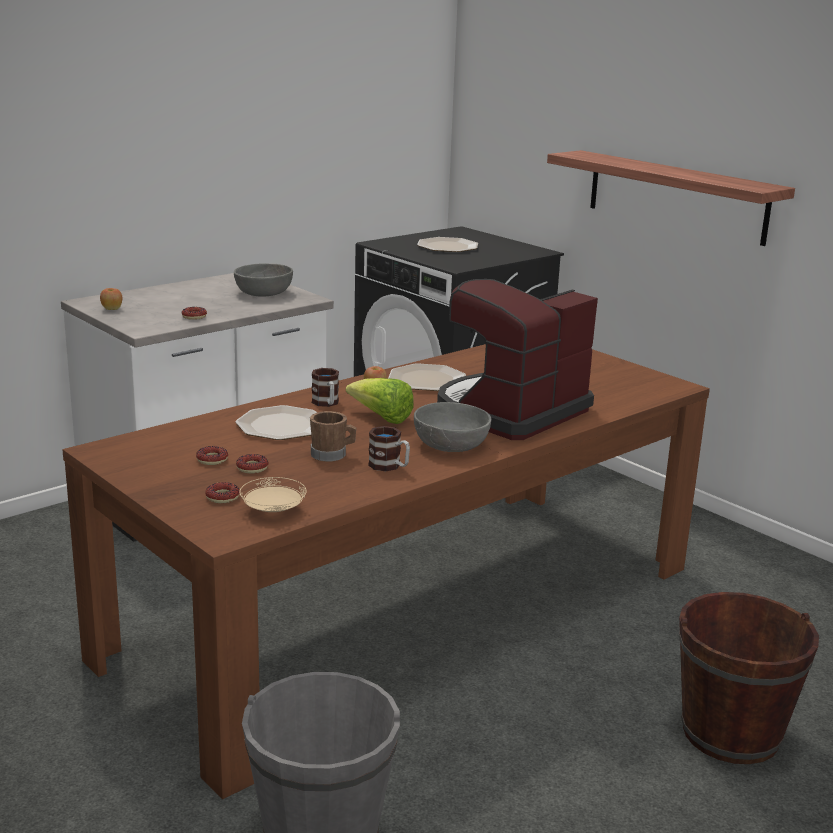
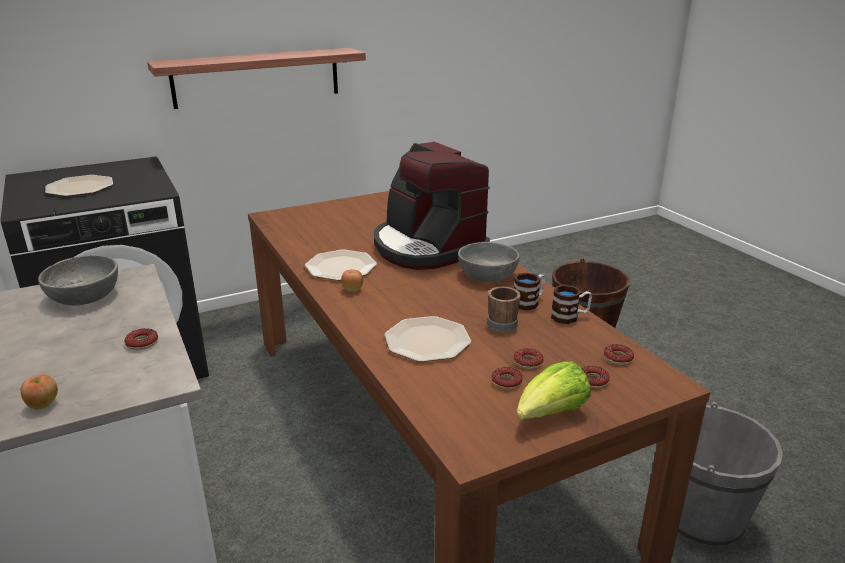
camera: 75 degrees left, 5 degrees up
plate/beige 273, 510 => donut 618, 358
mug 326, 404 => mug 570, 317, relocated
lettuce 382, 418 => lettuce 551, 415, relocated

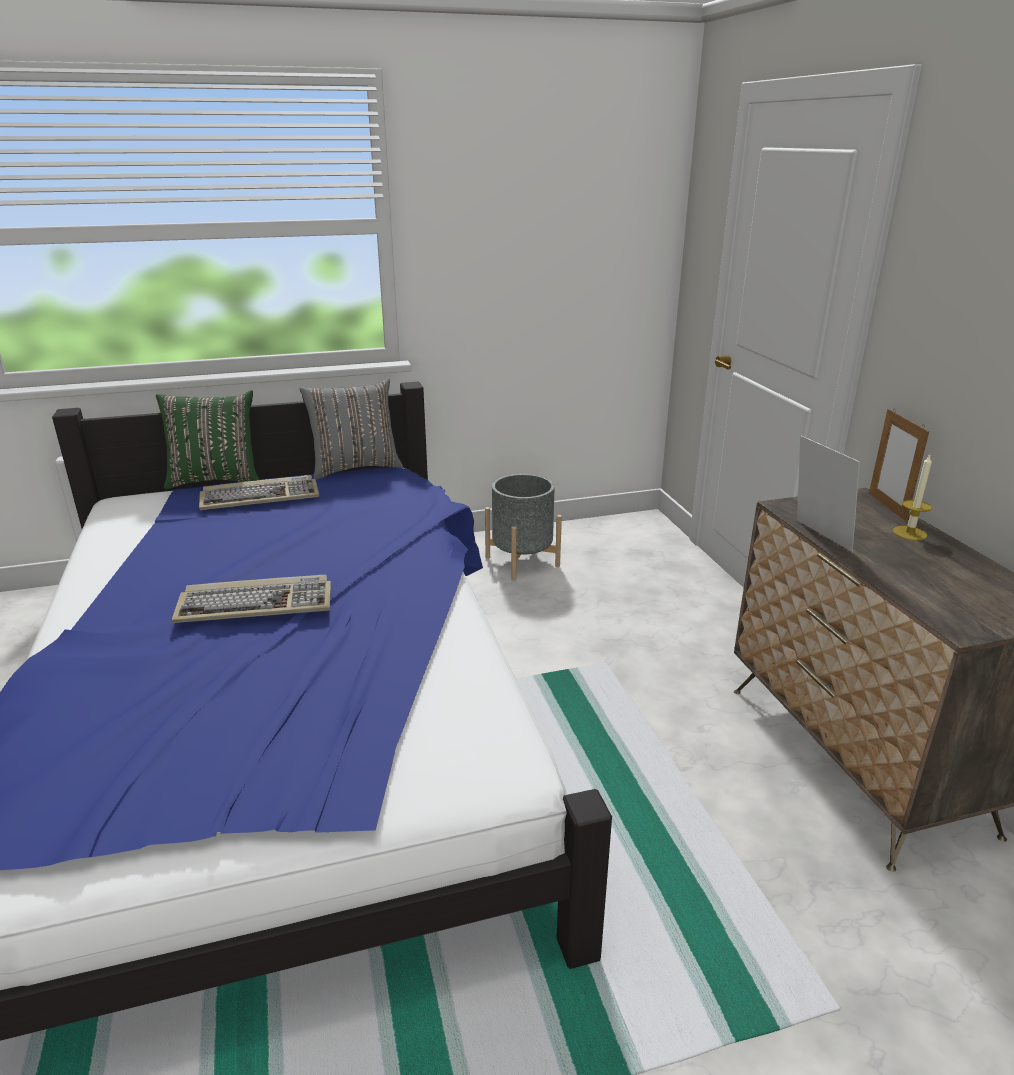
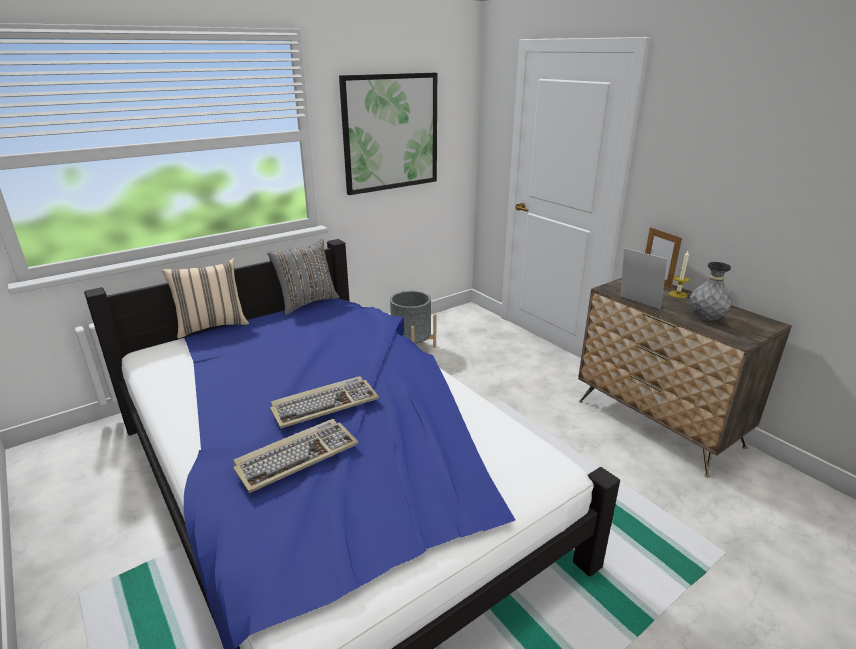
camera: 20 degrees left, 0 degrees up
pillow/green 216, 480 => pillow/beige 212, 326
keyboard 261, 497 => keyboard 297, 456, relocated
nothing => picture 390, 132
nothing => vase/grey 705, 319

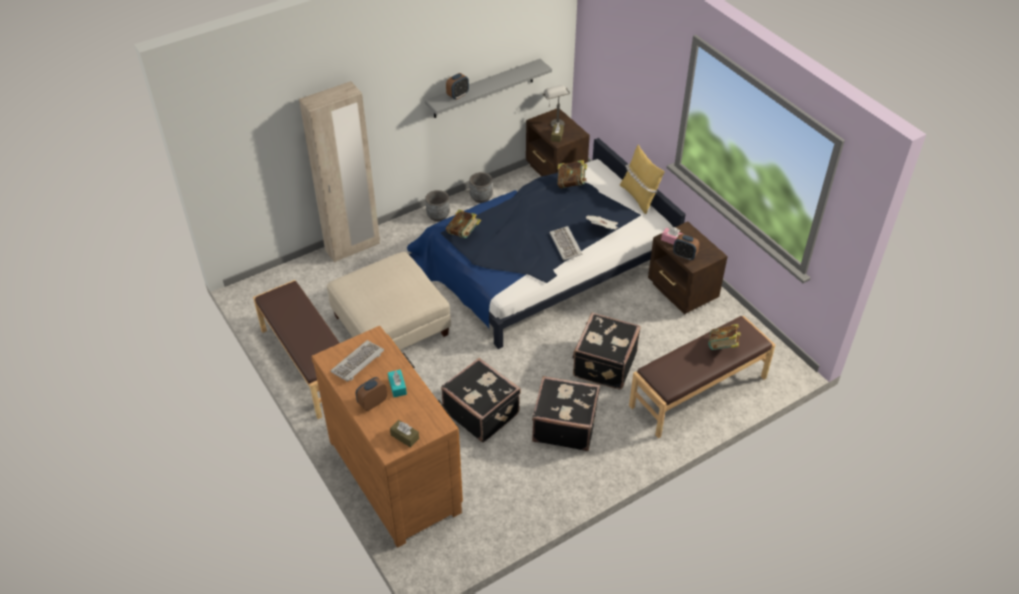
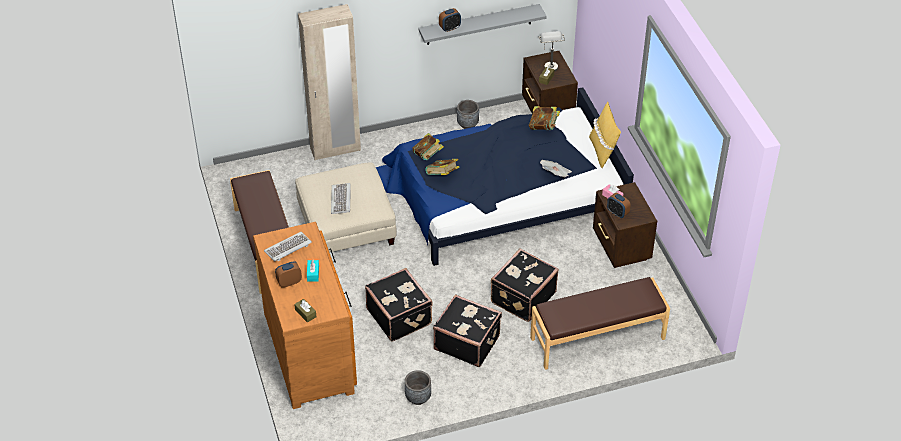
camera: 15 degrees right, 0 degrees up
planter/grey 438, 216 => planter/grey 418, 397, relocated
keyboard 566, 244 => keyboard 341, 200, relocated
book 722, 347 => book 442, 176, relocated

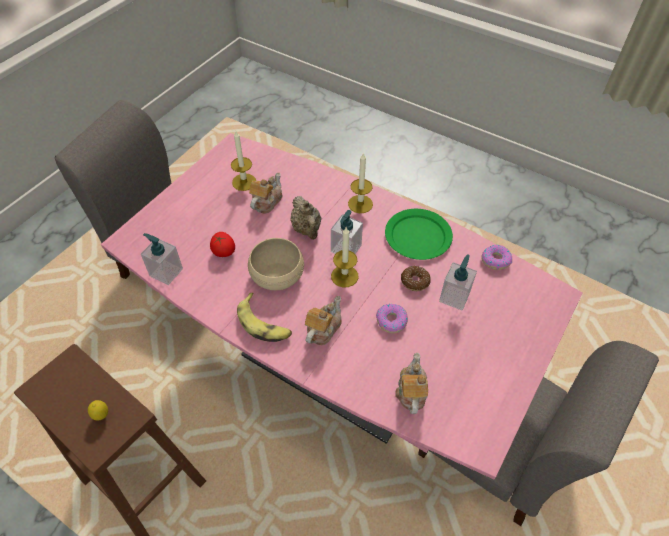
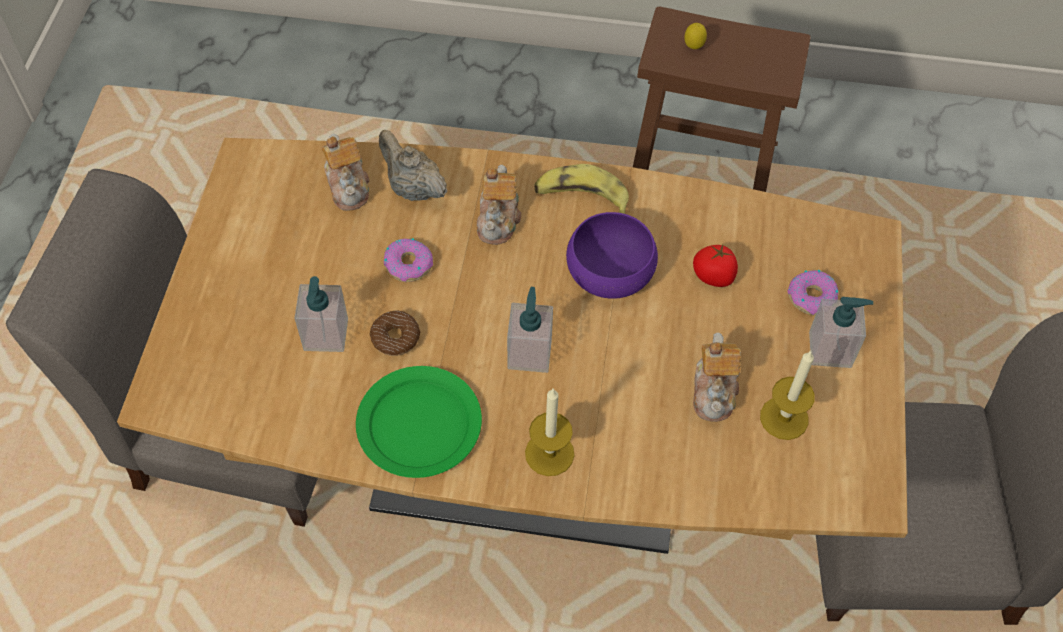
camera: 155 degrees right, 5 degrees up
dining table/pink 333, 365 => dining table/brown 528, 466
soap dispenser 166, 272 => soap dispenser 830, 349, relocated
bowl/beige 277, 274 => bowl/purple 609, 271
teapot/beige 307, 230 => teapot/beige 413, 188, relocated
candle 344, 276 => nothing
donut 495, 260 => donut 812, 297, relocated

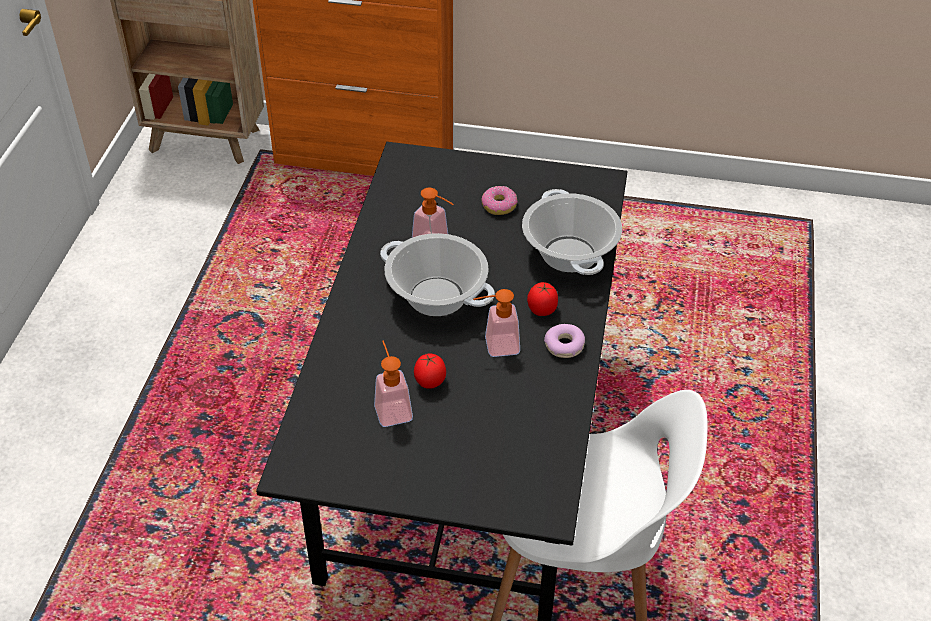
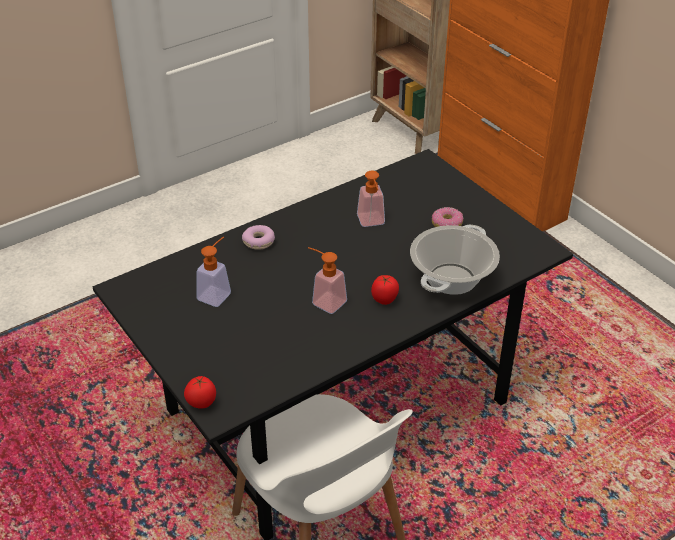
camera: 45 degrees right, 5 degrees down
cooking pot 437, 296 => nothing
tomato 429, 382 => tomato 201, 403, relocated
donut 564, 346 => donut 259, 242, relocated

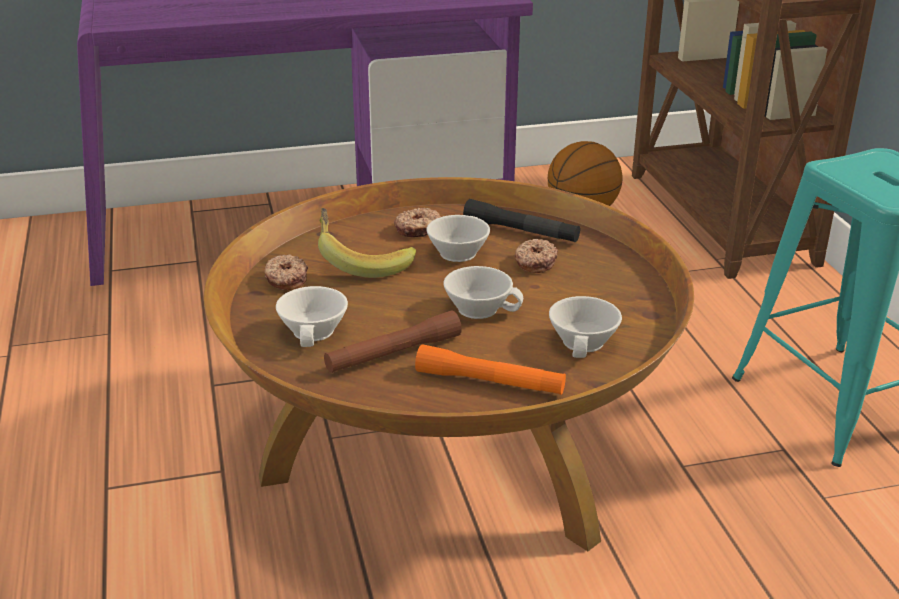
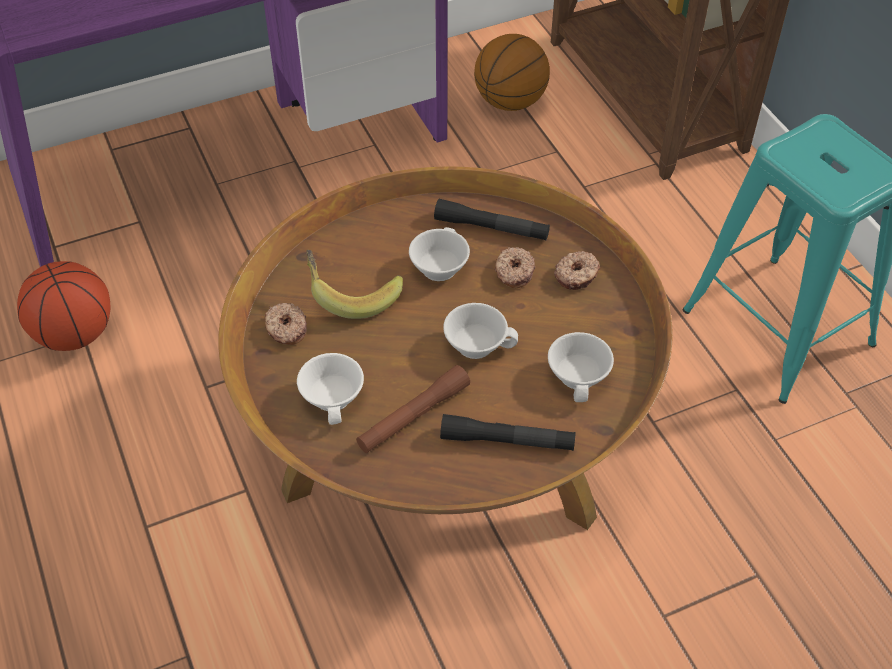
camera: 10 degrees left, 20 degrees up
donut 418, 229 => donut 577, 276, relocated
flashlight/orange 489, 382 => flashlight/black 507, 441
nothing => basketball 75, 335

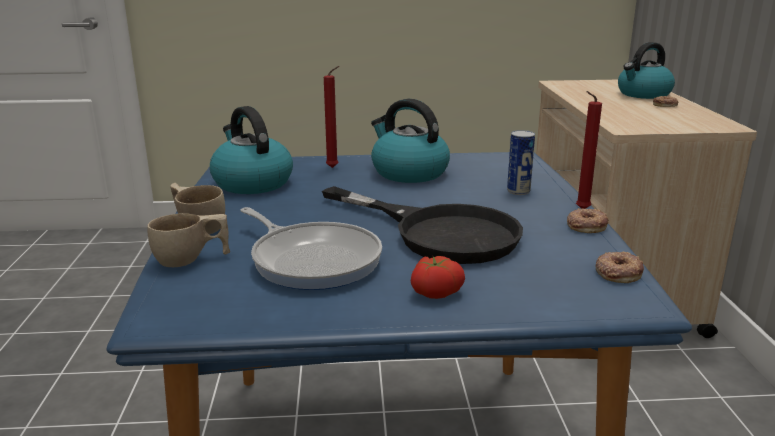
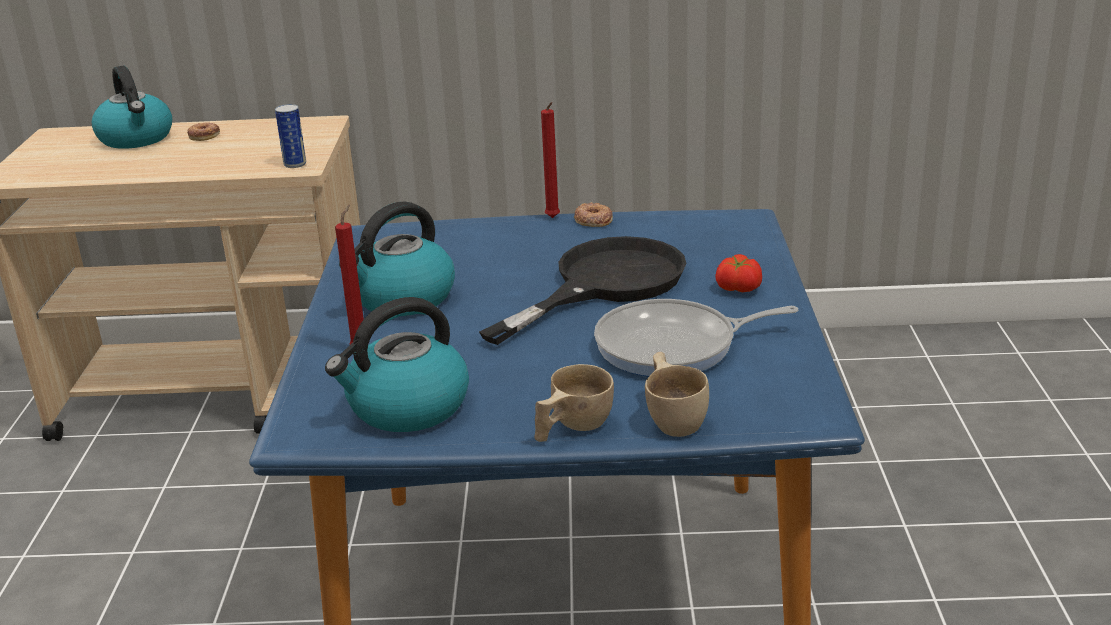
camera: 85 degrees left, 5 degrees up
frying pan 313, 260 => frying pan 673, 346, 150 degrees counterclockwise
can 518, 191 => can 295, 164, relocated
donut 618, 272 => nothing

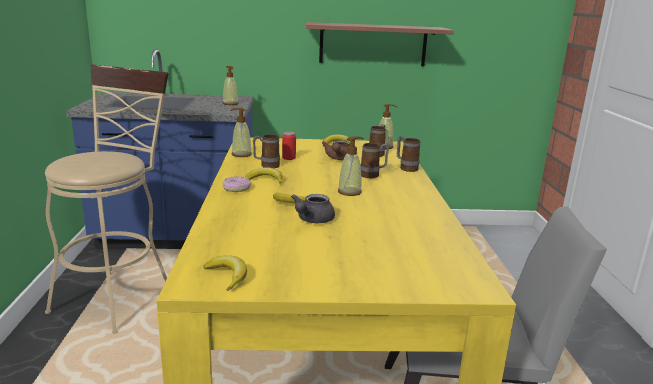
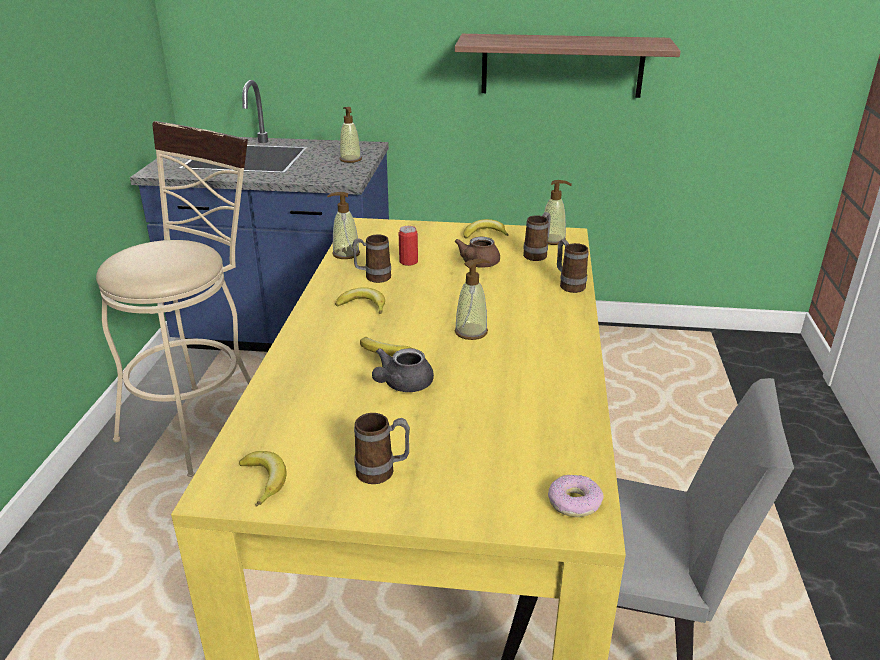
camera: 10 degrees right, 10 degrees up
donut 236, 188 => donut 574, 502, relocated
mug 373, 175 => mug 383, 472, relocated

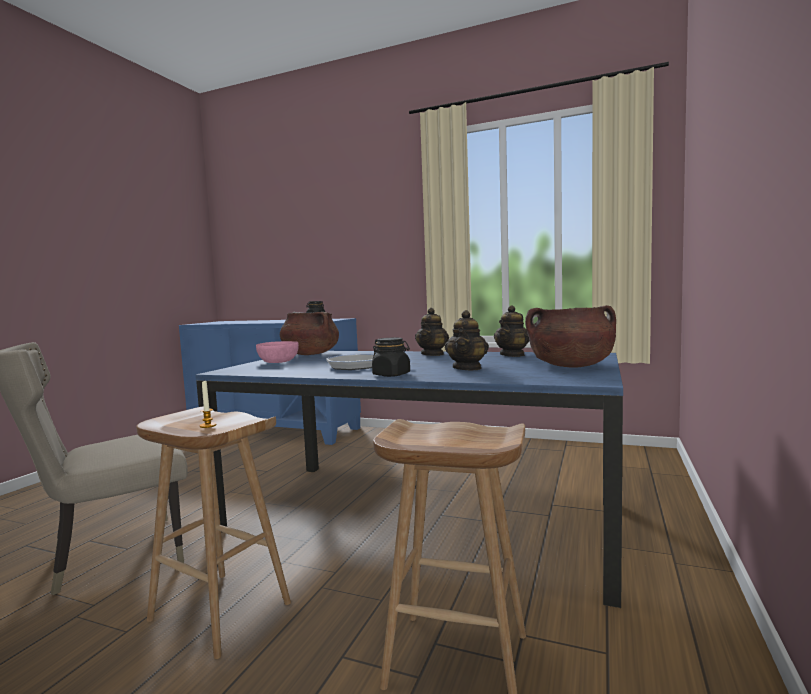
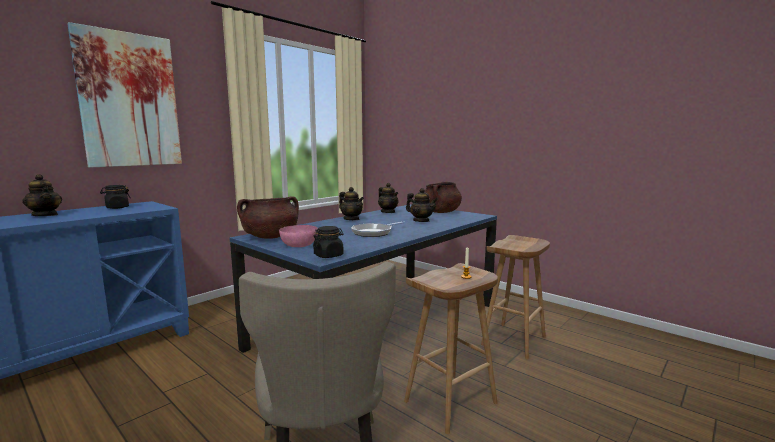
camera: 70 degrees left, 5 degrees up
jar/black 391, 375 => jar/black 328, 255, relocated
nothing => teapot 45, 215
nothing => picture 129, 100

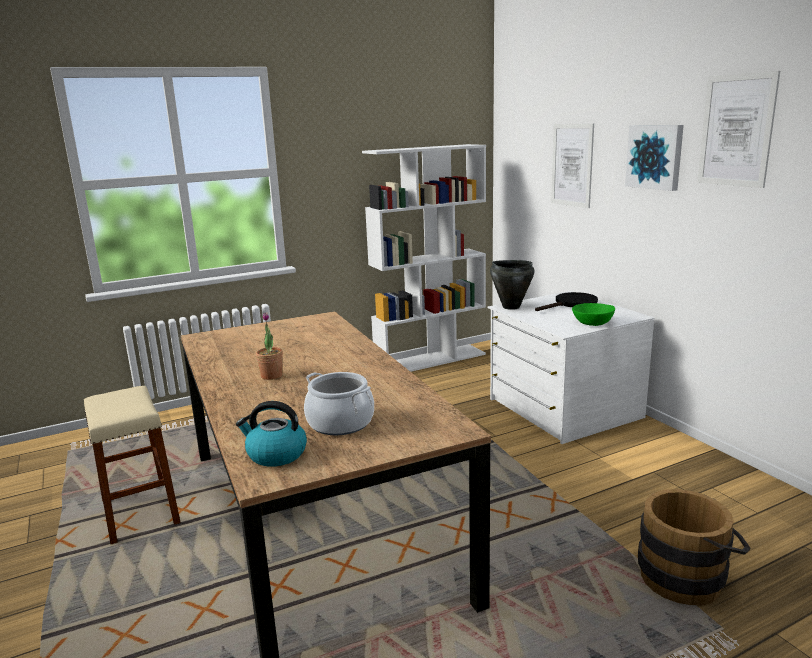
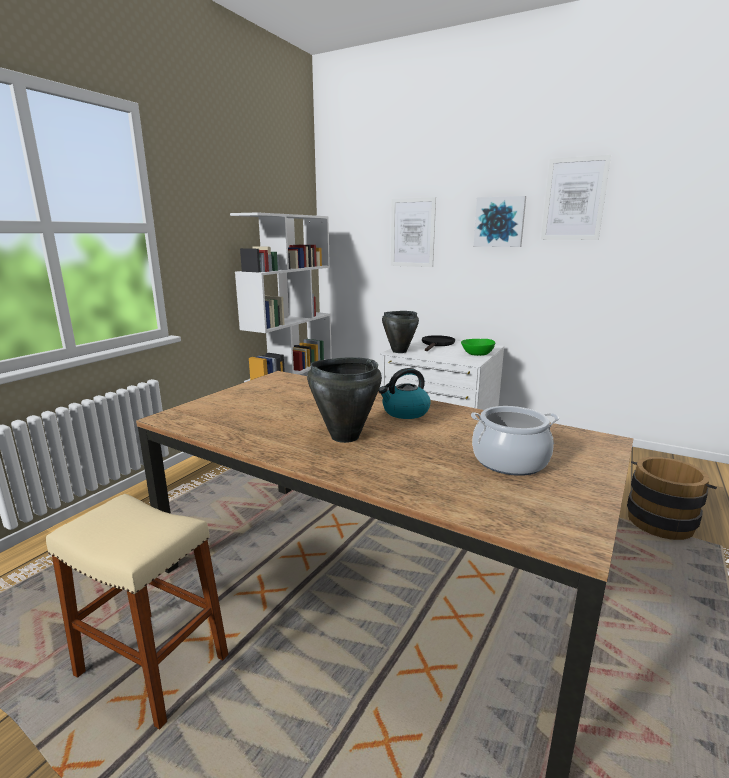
camera: 35 degrees left, 0 degrees up
kettle 275, 454 => kettle 405, 412, relocated
potted plant 271, 376 => cooking pot/black 344, 436

